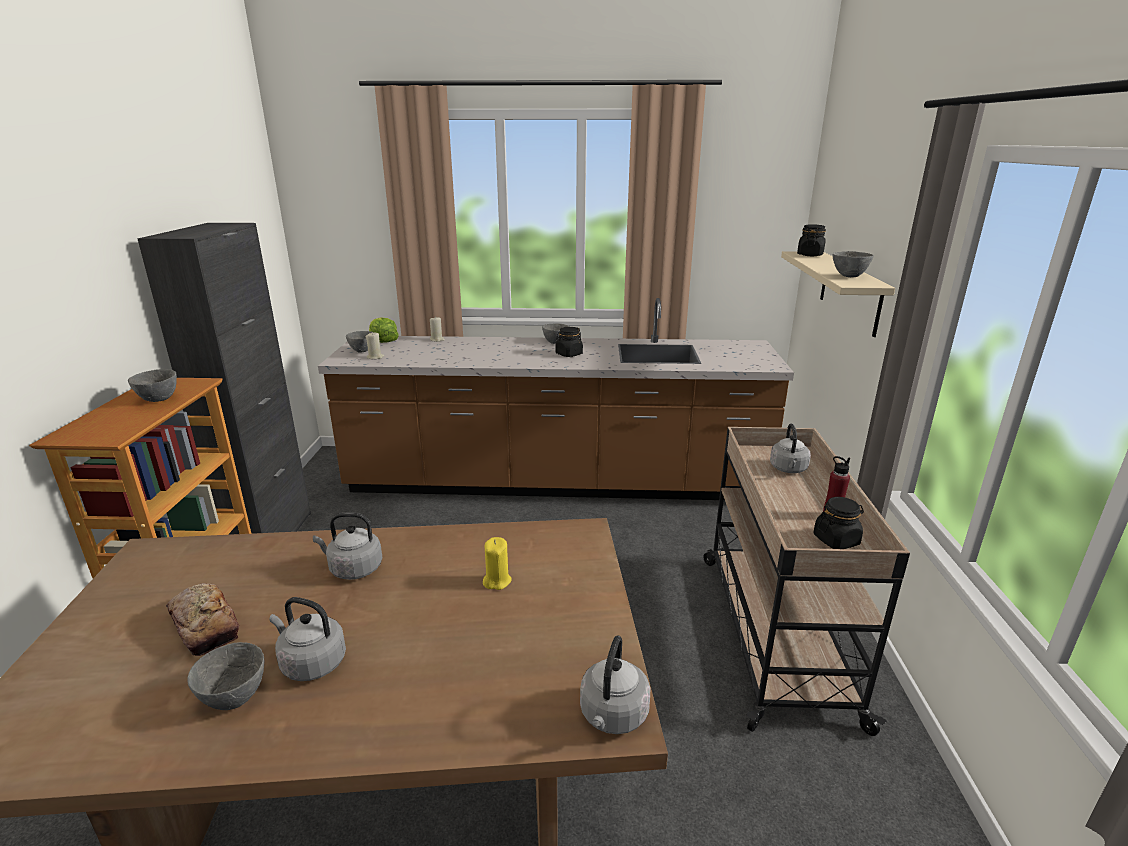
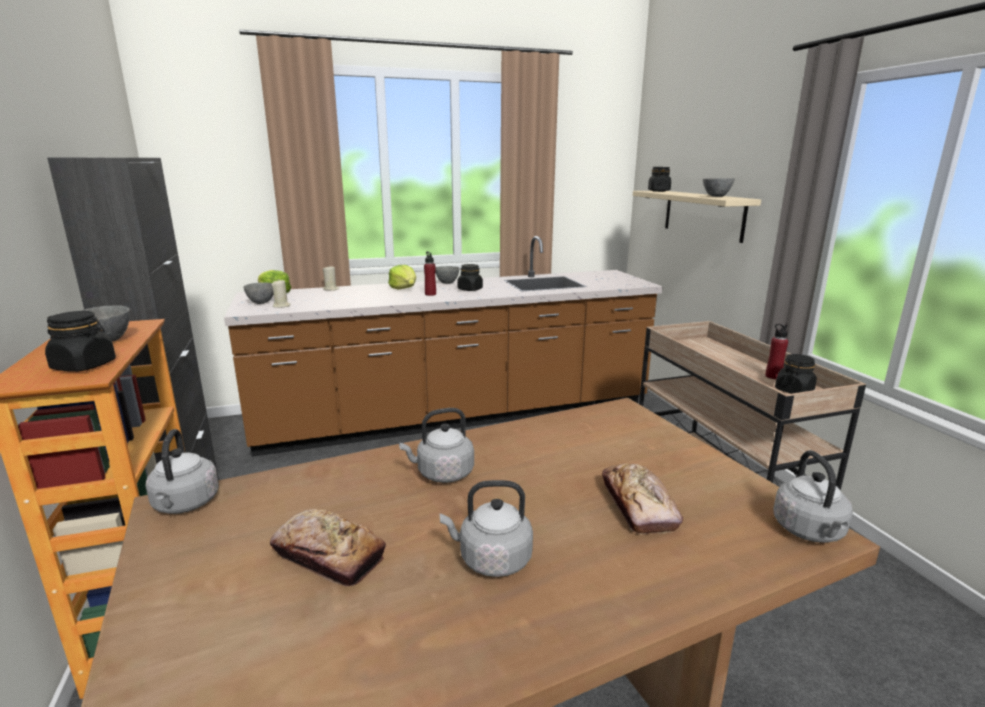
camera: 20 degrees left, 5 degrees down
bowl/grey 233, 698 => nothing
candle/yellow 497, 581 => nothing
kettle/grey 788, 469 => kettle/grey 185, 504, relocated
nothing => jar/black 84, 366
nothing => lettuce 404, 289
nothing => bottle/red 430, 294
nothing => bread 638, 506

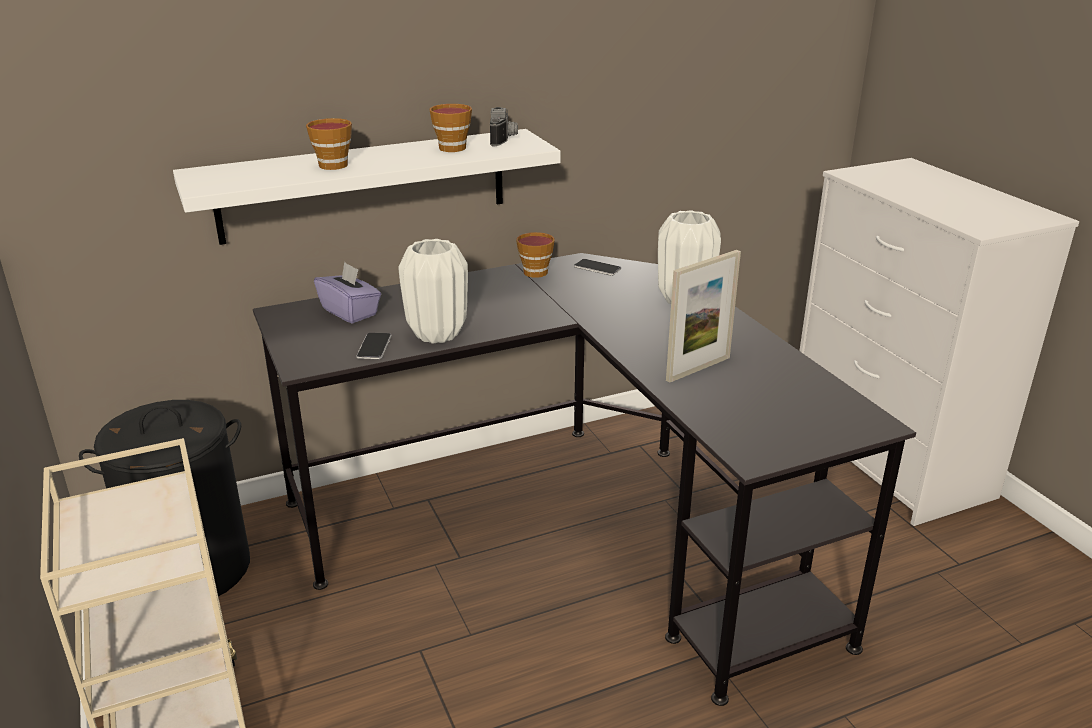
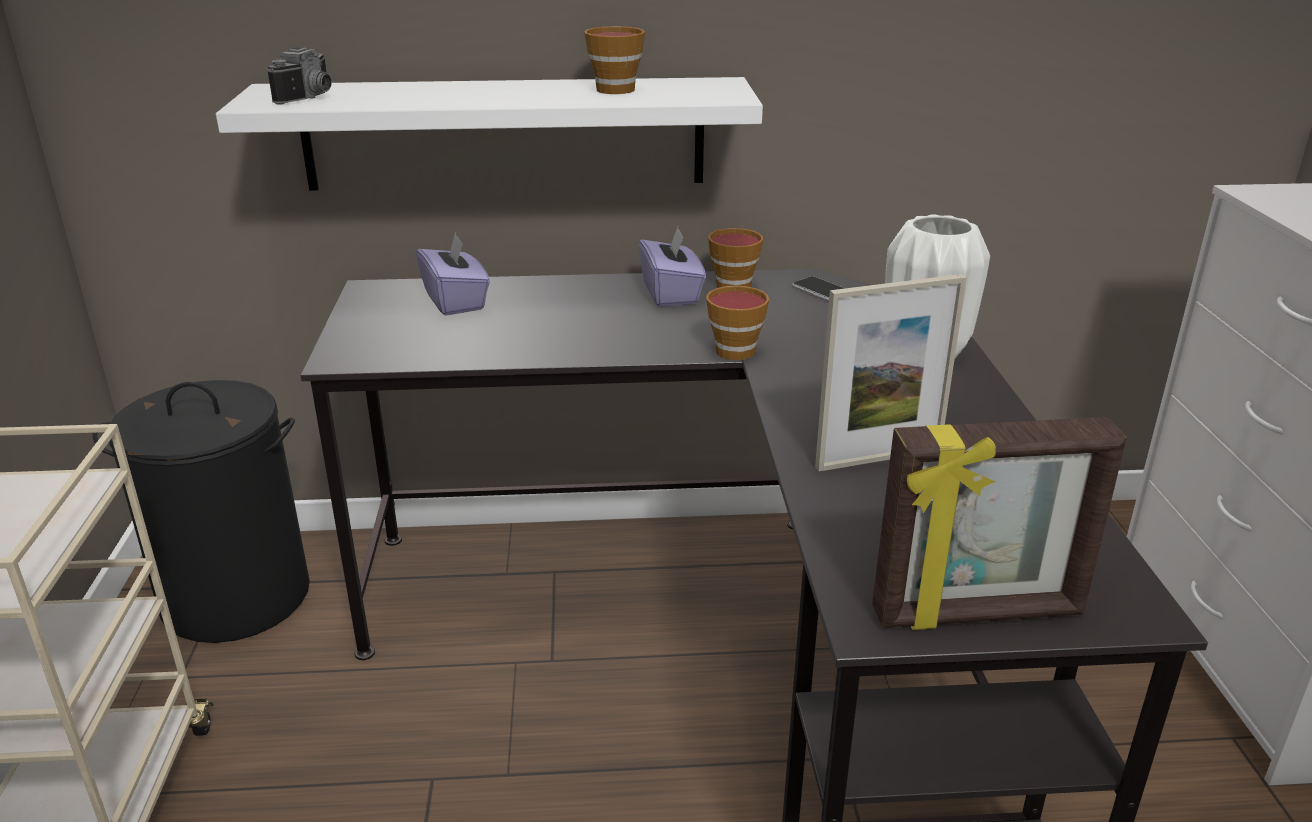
camera: 20 degrees right, 0 degrees up
cup 333, 164 => cup 736, 349, relocated
phone 374, 347 => nothing
vase/white 437, 334 => nothing
photo camera 504, 139 => photo camera 312, 97, relocated
nothing => tissue box/purple 671, 293
nothing => picture frame 978, 615

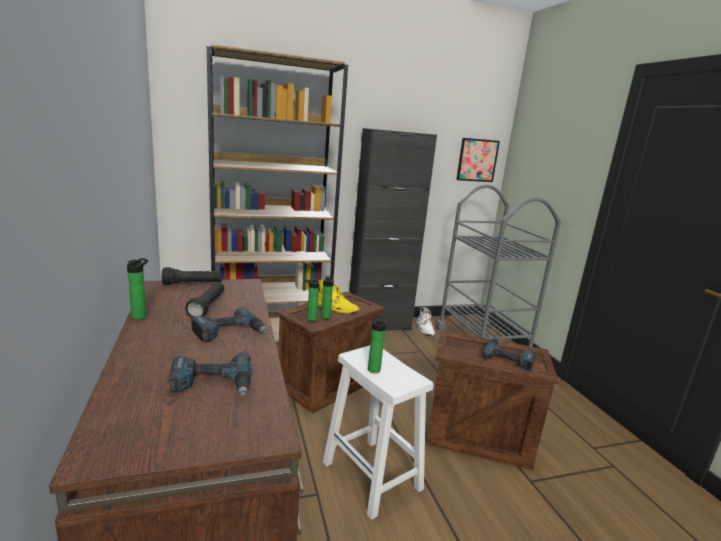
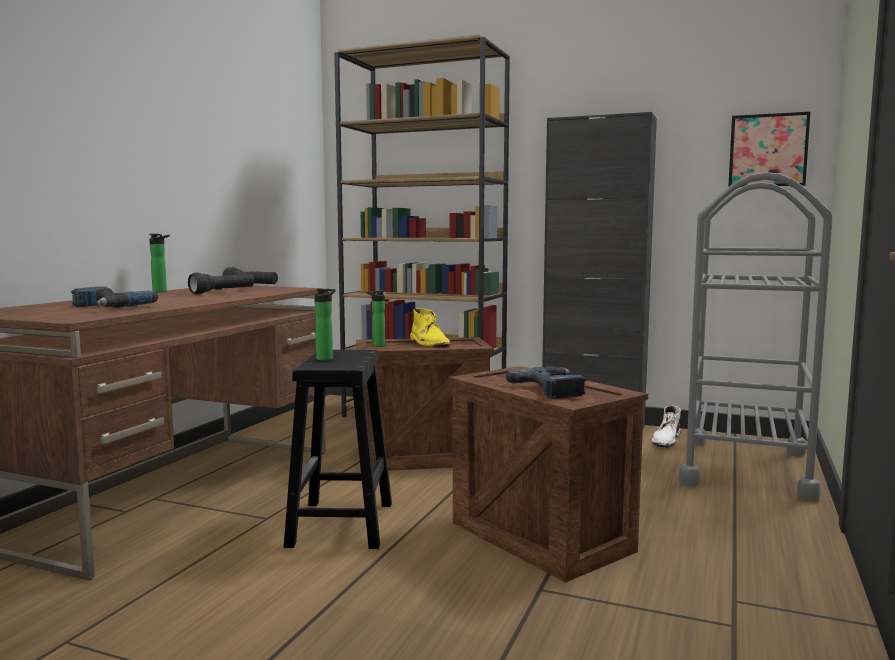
camera: 40 degrees right, 10 degrees down
power drill 230, 332 => nothing
bottle 326, 318 => nothing
stool/white 373, 476 => stool/black 342, 525

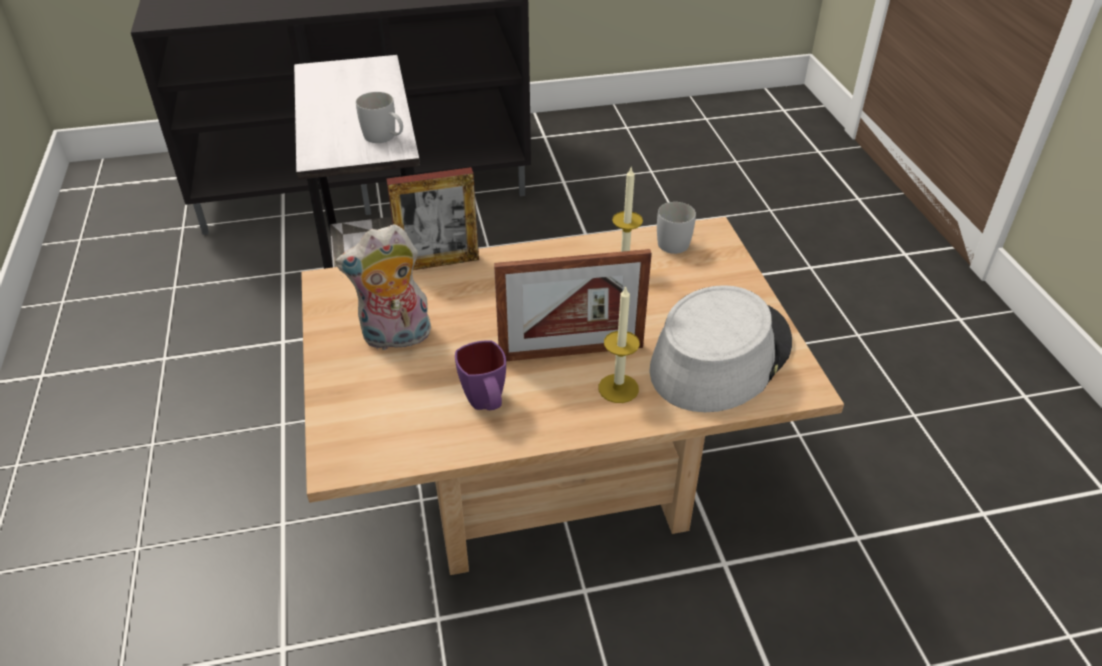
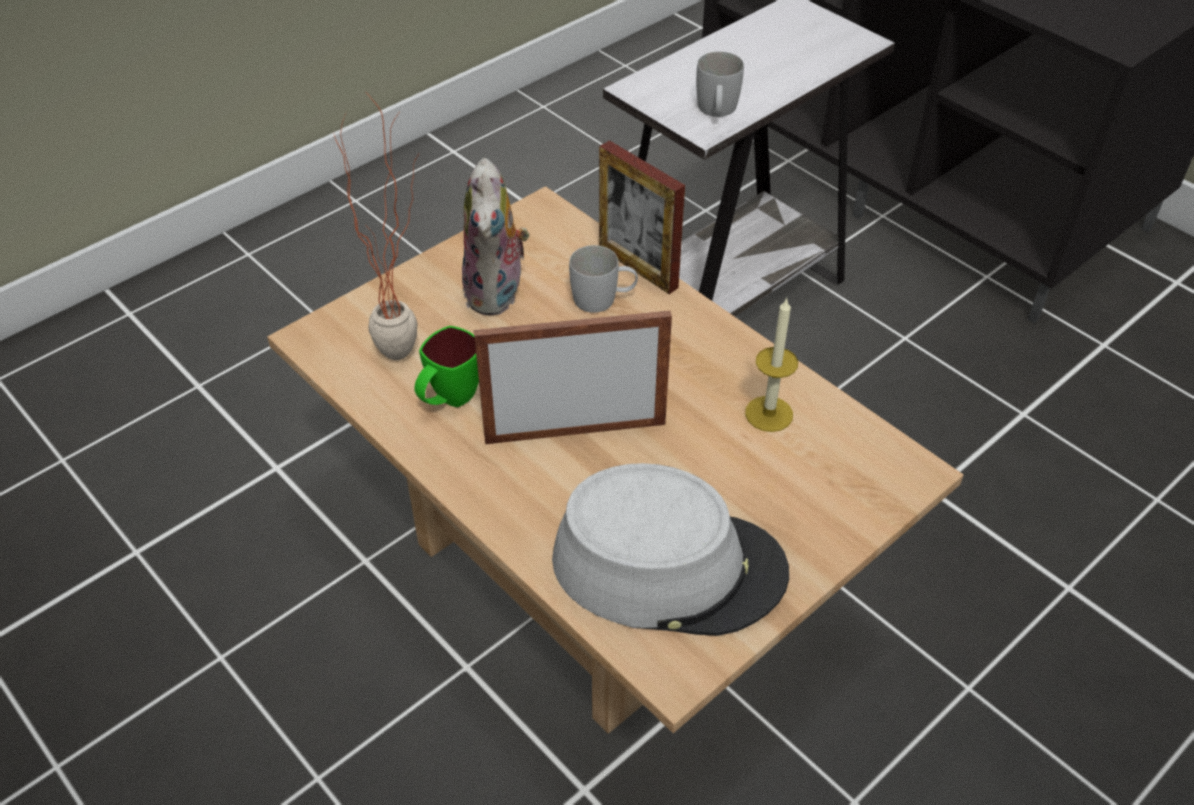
camera: 60 degrees right, 5 degrees up
plush toy 395, 338 => plush toy 497, 293, 135 degrees counterclockwise
mug/purple 486, 405 => mug/green 449, 400
picture frame 571, 352 => picture frame 575, 431, 120 degrees clockwise
candle 618, 388 => nothing
mug/white 676, 241 => mug/white 603, 299, relocated
nothing => potted plant 410, 347

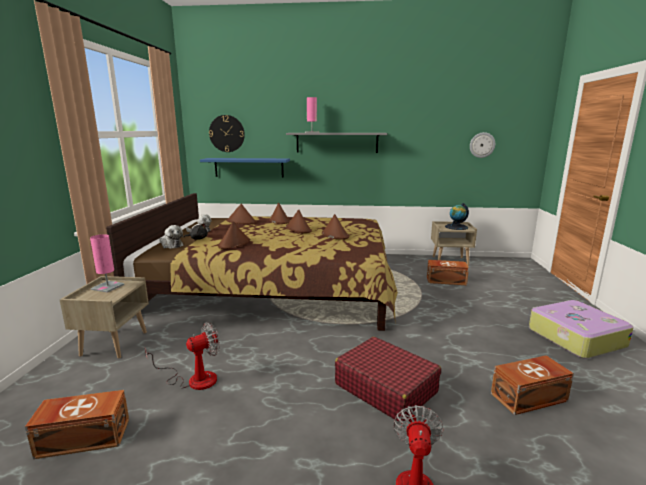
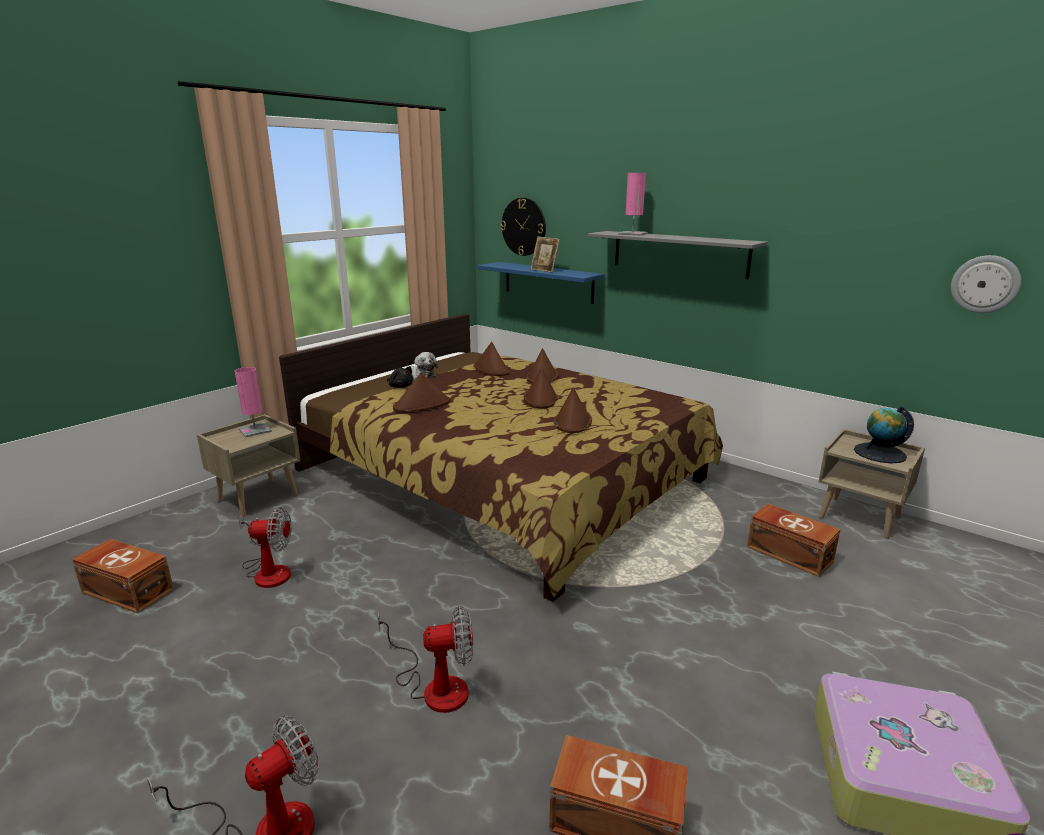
camera: 35 degrees right, 5 degrees up
plush toy 171, 245 => nothing
suitcase/red 385, 388 => fan 435, 686
nothing => picture frame 544, 270

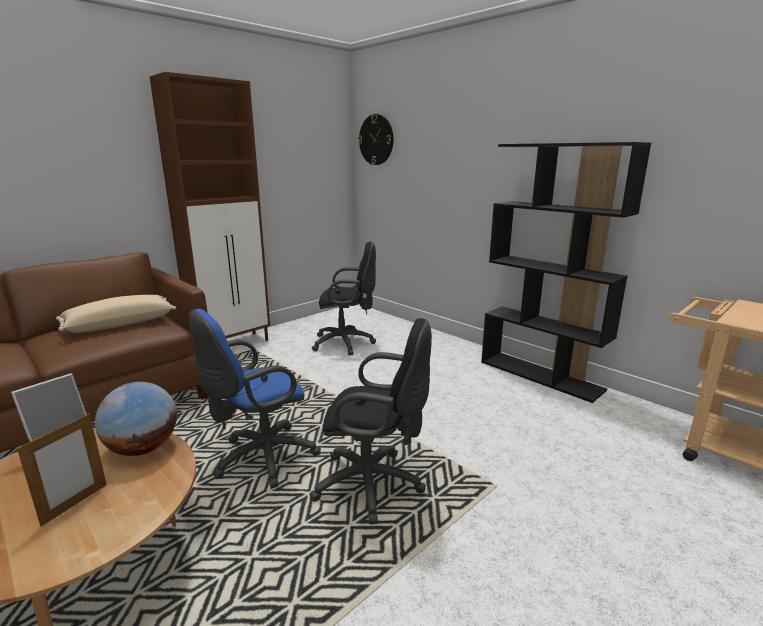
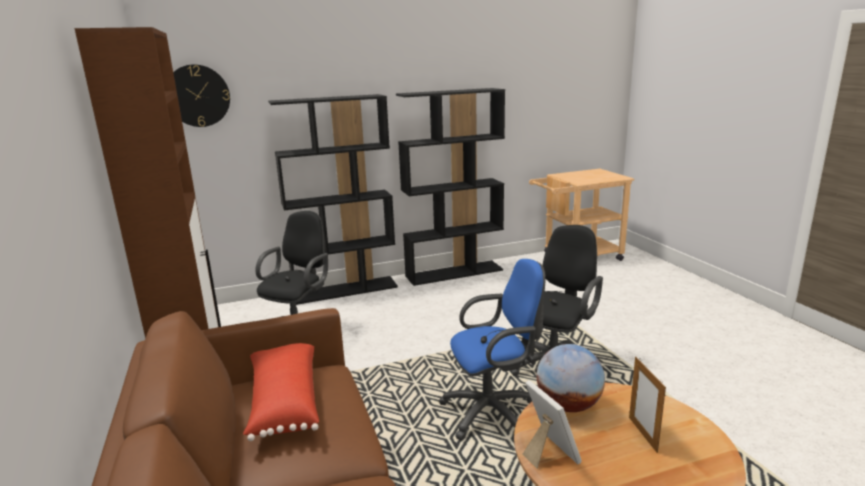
camera: 65 degrees left, 0 degrees up
picture frame 75, 504 => picture frame 642, 434, 150 degrees counterclockwise
pillow/beige 120, 324 => pillow/red 284, 402
office chair/blue 260, 459 => office chair/blue 494, 412, 90 degrees counterclockwise
nothing => bookcase/black 345, 290

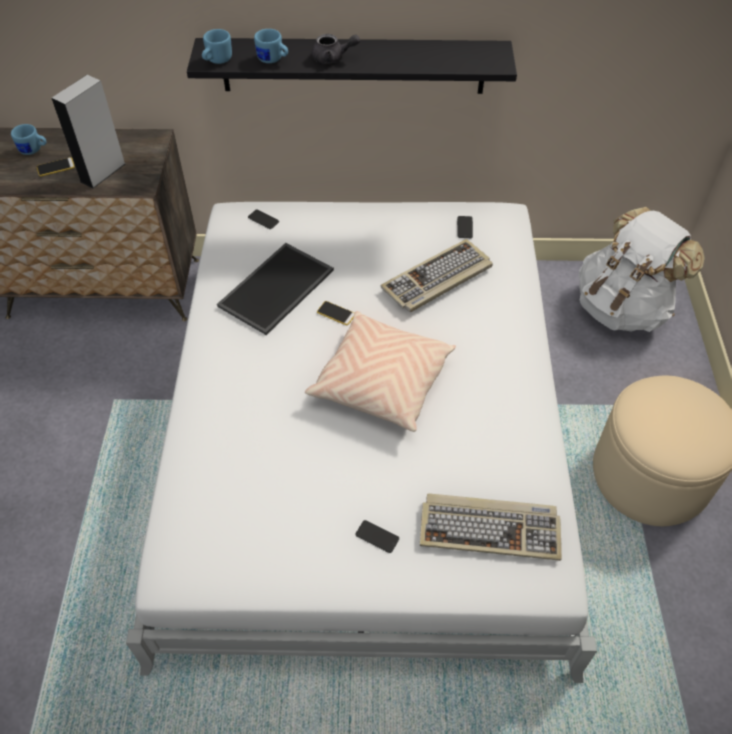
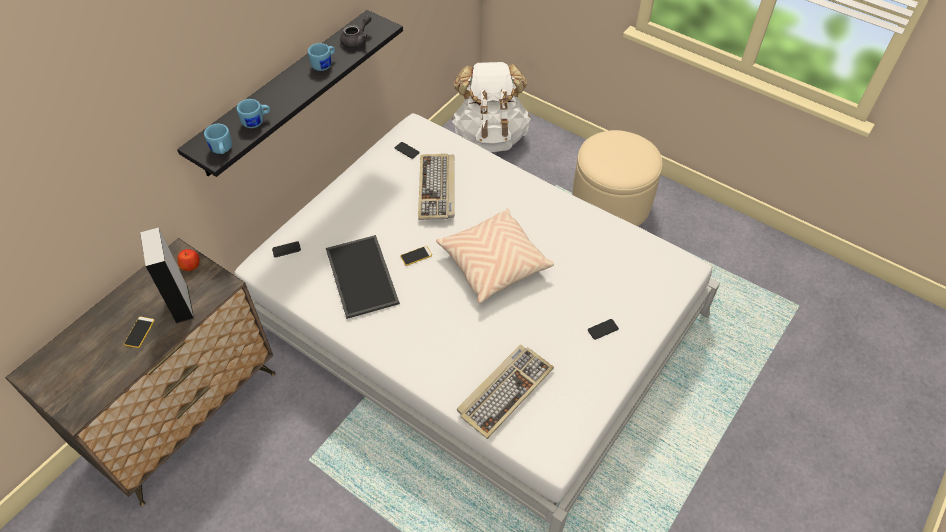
camera: 55 degrees left, 0 degrees up
mug/blue 34, 150 => mug/blue 324, 64, relocated
teapot/grey 333, 58 => teapot/grey 357, 40, relocated
keyboard 490, 528 => keyboard 505, 390, relocated
nothing => apple 191, 265

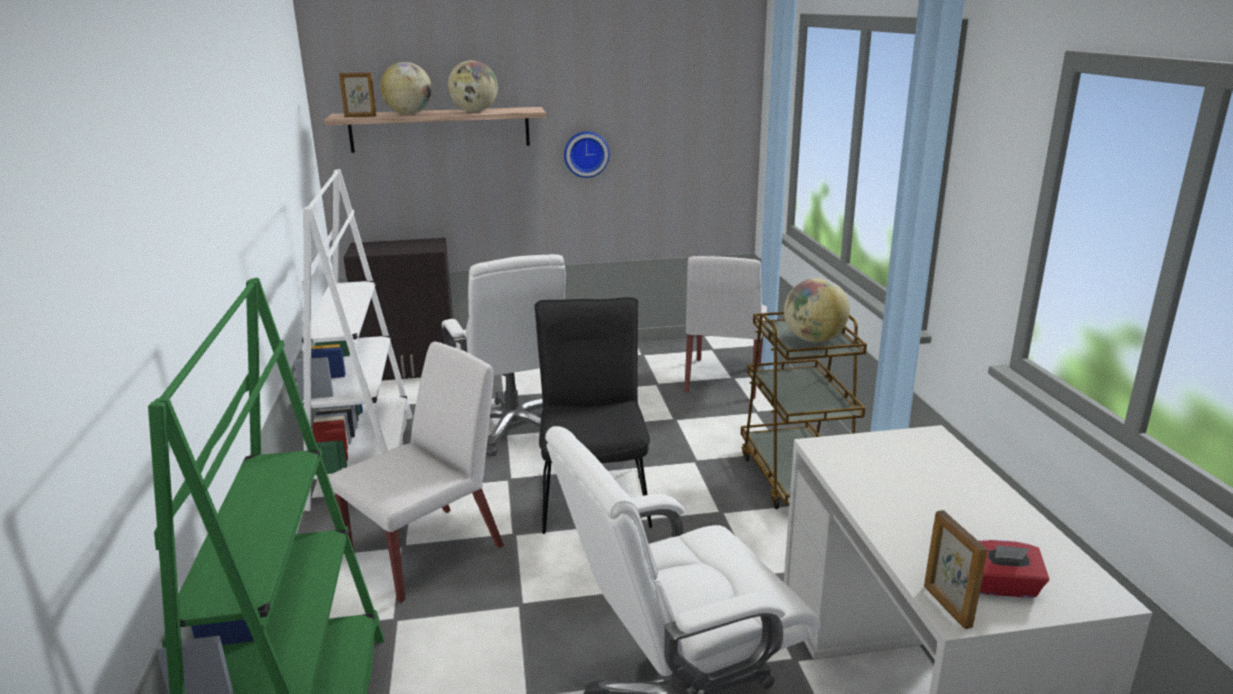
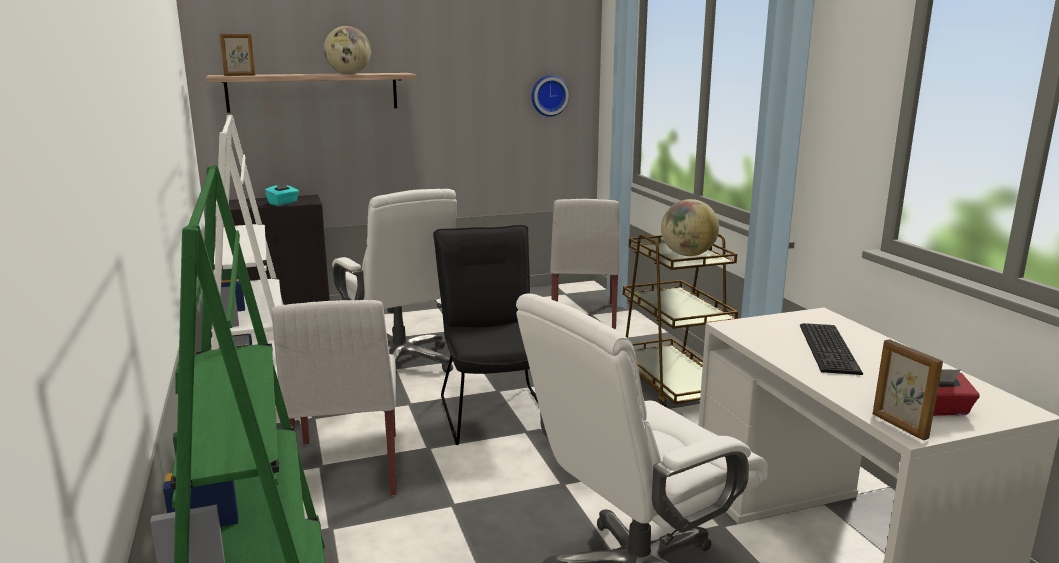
camera: 10 degrees left, 5 degrees down
chair/white 428, 552 => chair/white 347, 469, 135 degrees clockwise
globe 409, 114 => nothing
wall clock 586, 154 => wall clock 549, 95, relocated
nothing => tissue box/turquoise 283, 203
nothing => keyboard 830, 348

